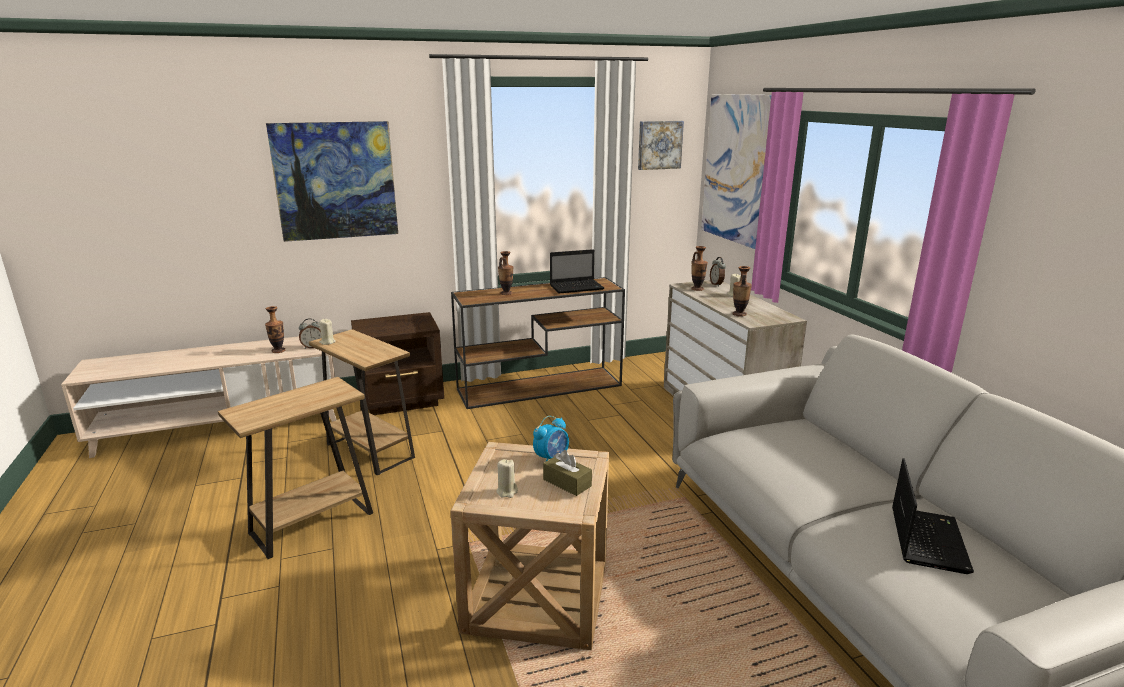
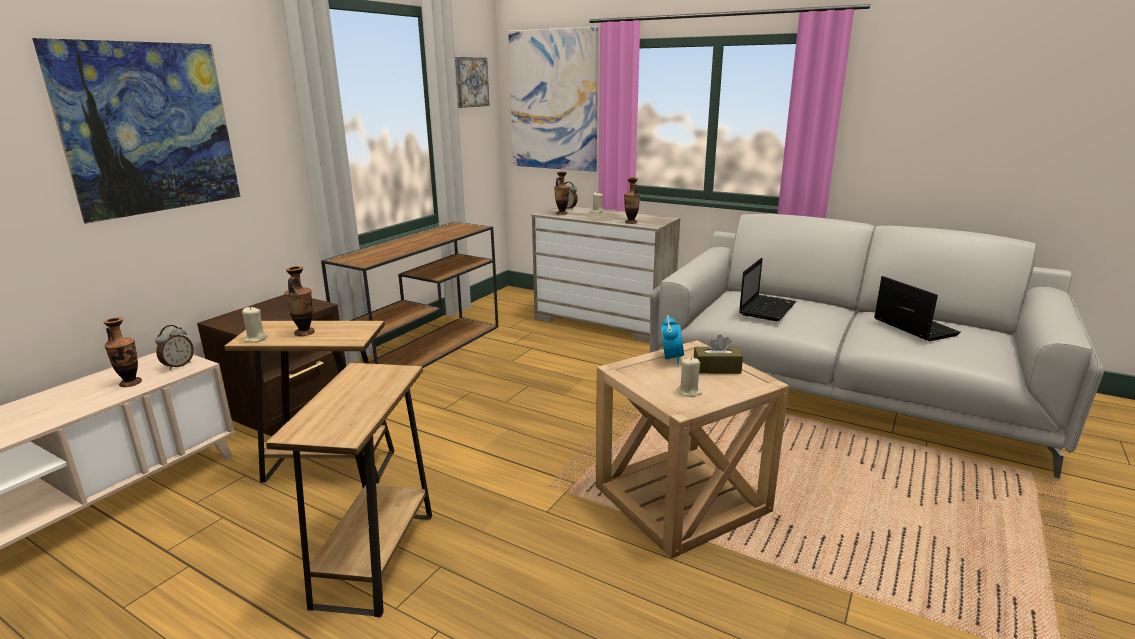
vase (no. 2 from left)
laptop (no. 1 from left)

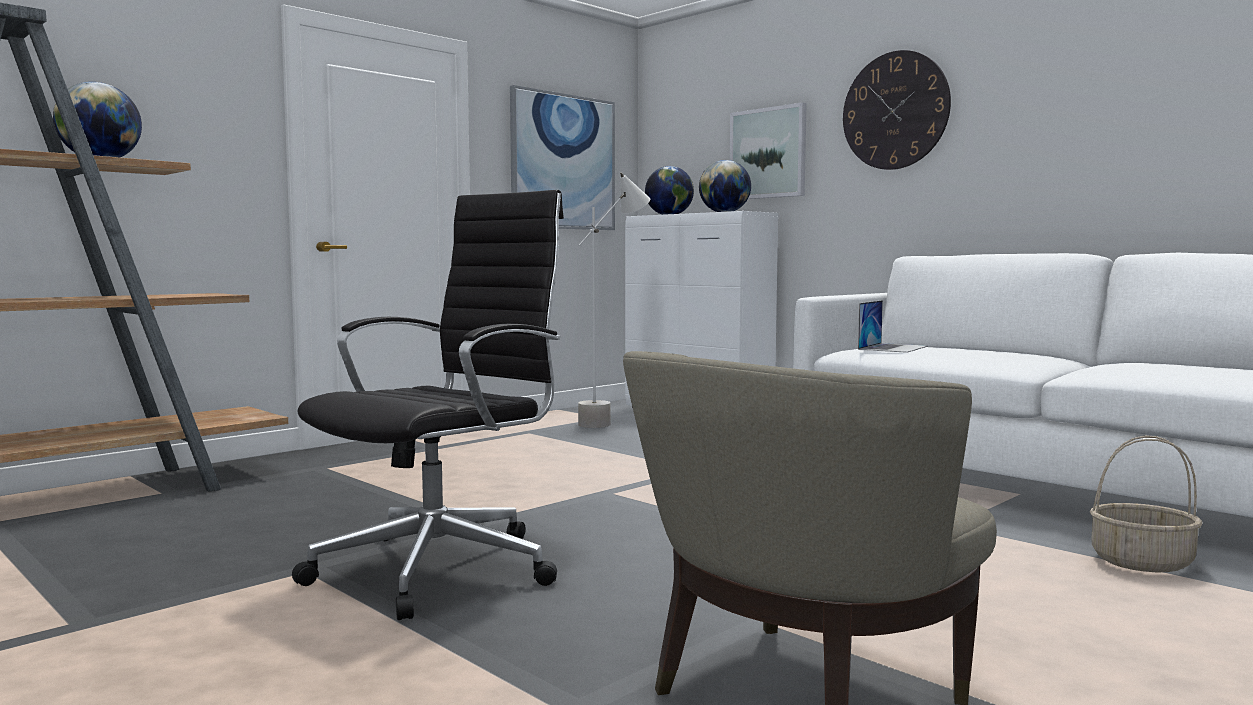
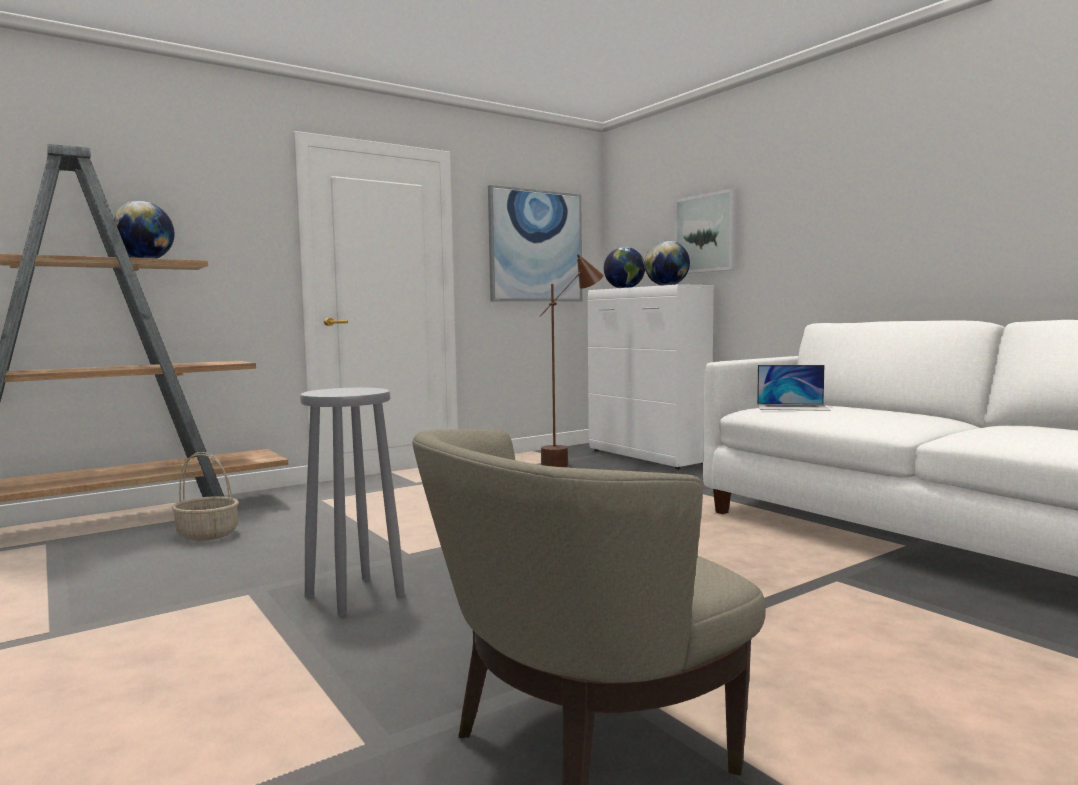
clock on the wall
household basket
stool (grey)
standard lamp (brown-coloured)
laptop

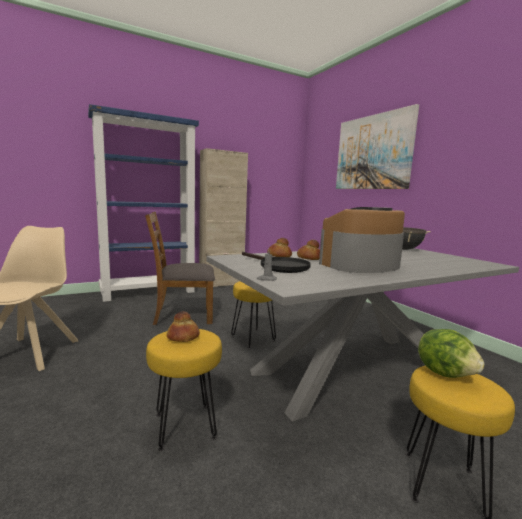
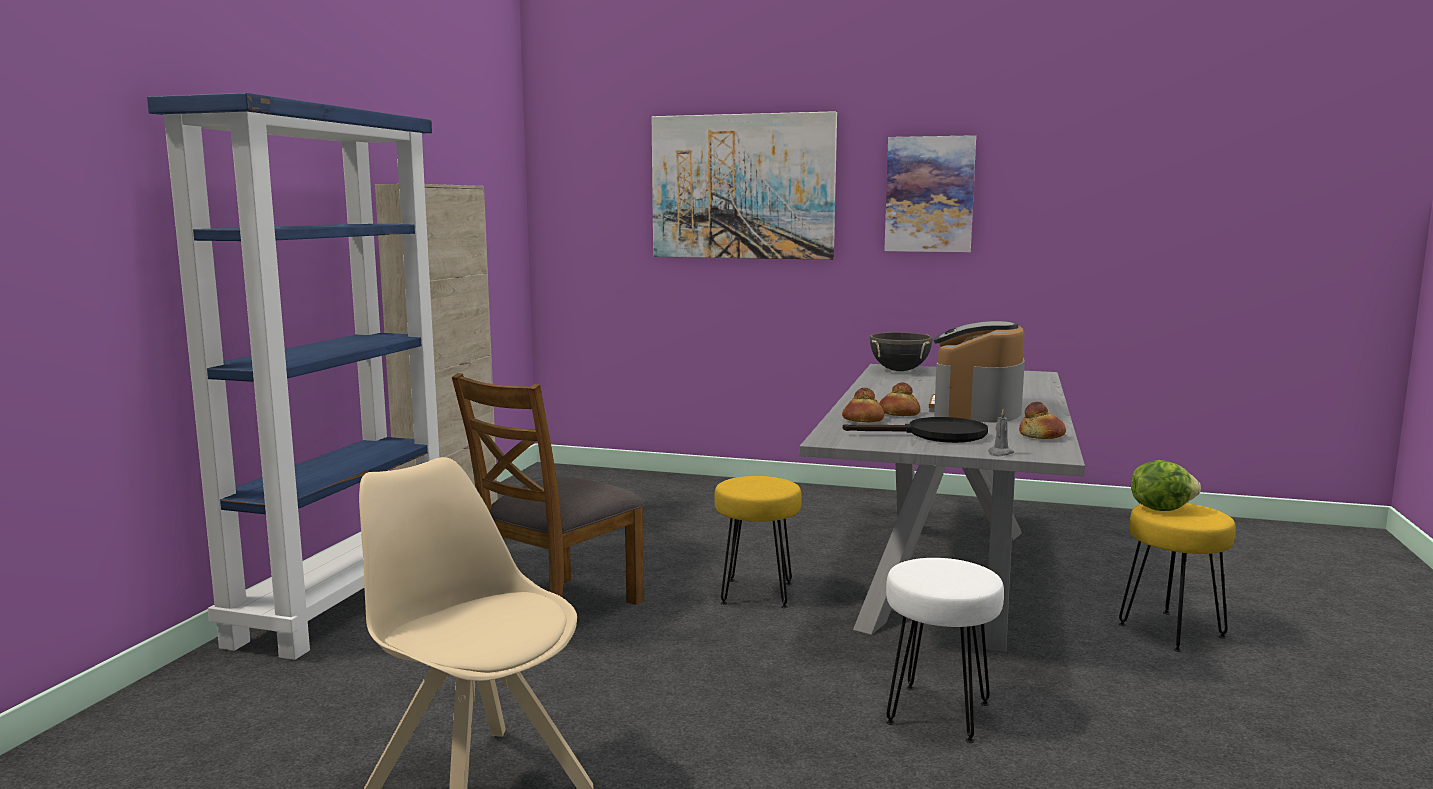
wall picture (no. 2 from left)
baked bread (no. 3 from left)
stool (whitish)

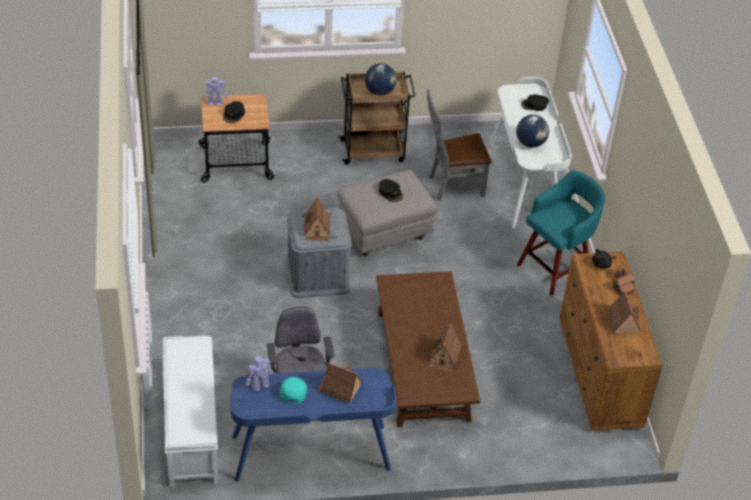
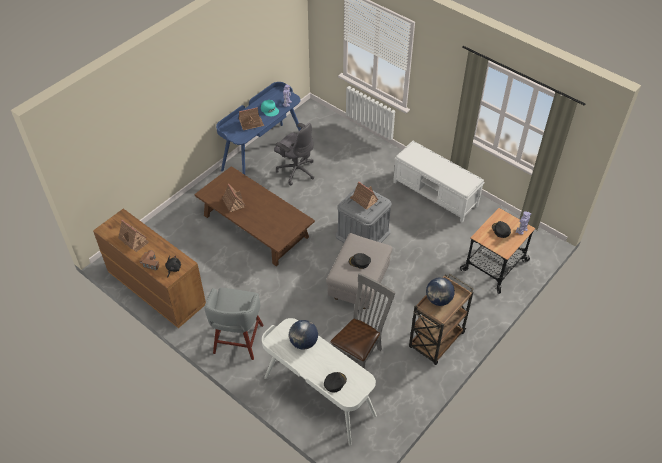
bench (whitish)
stool (grey)

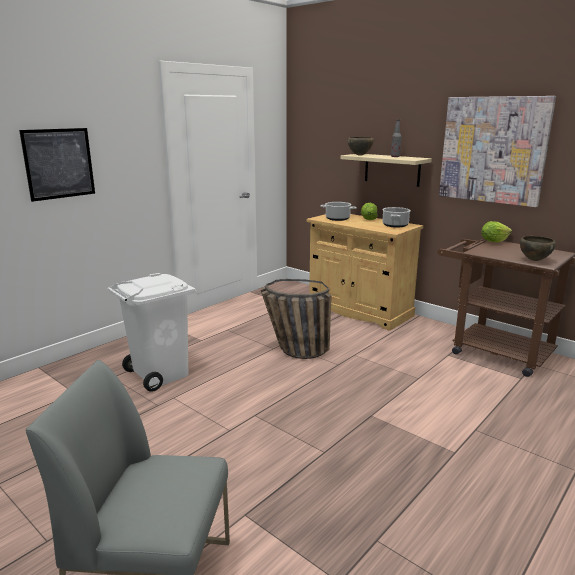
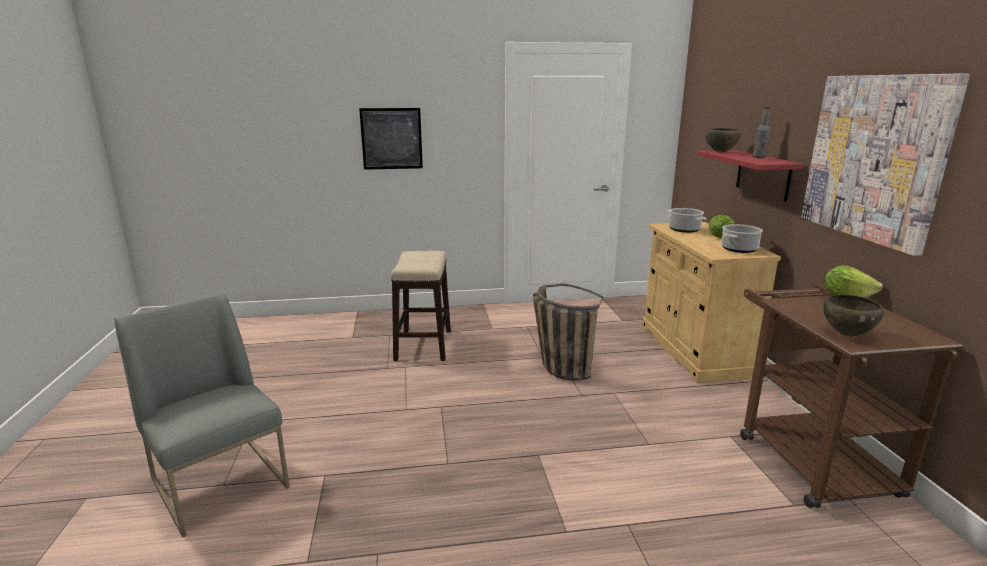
stool
bracket shelf (red)

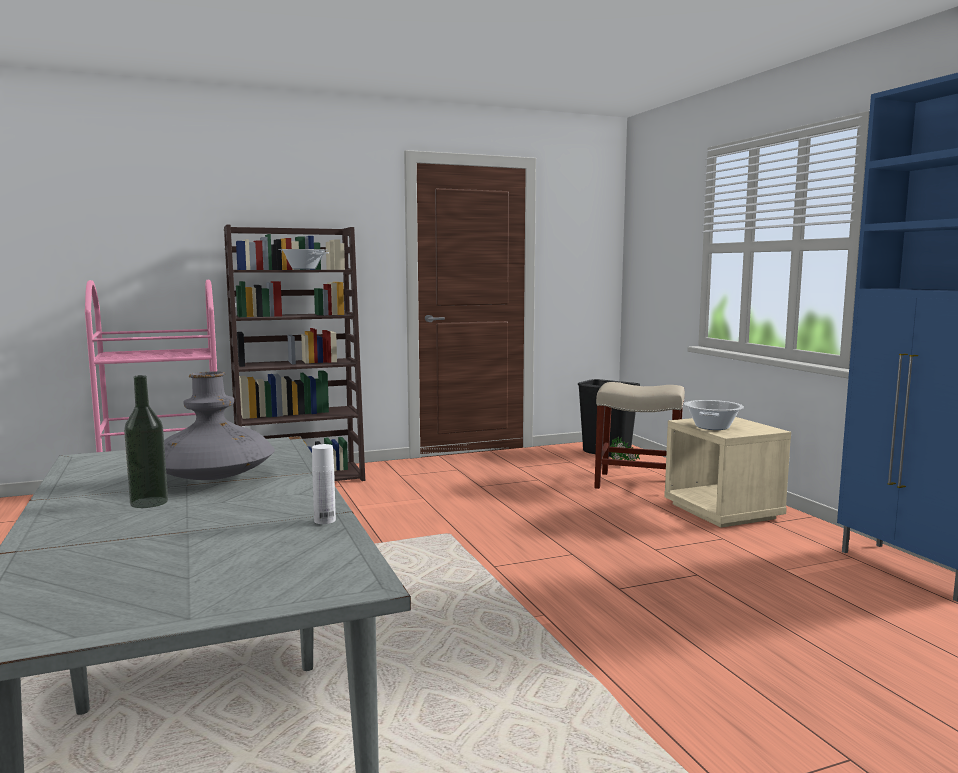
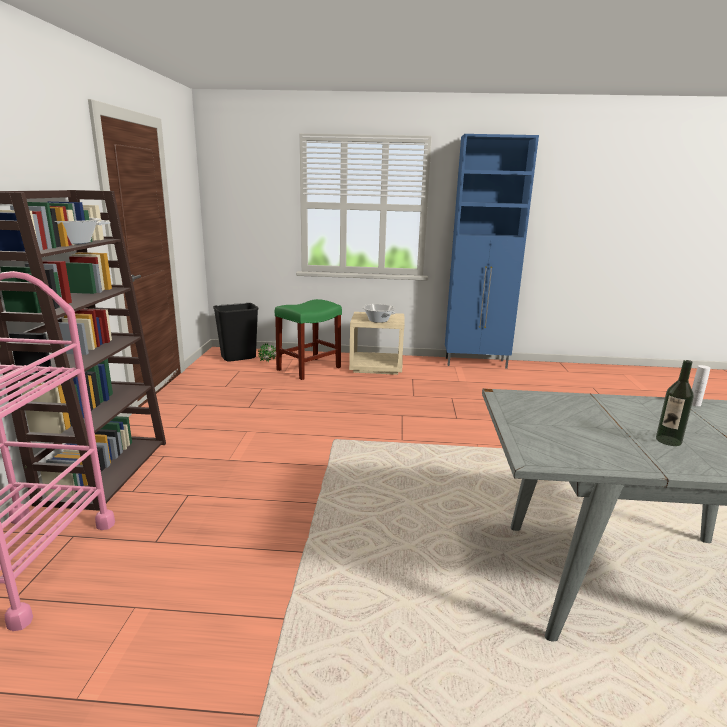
vase (grey)
stool (green-coloured)

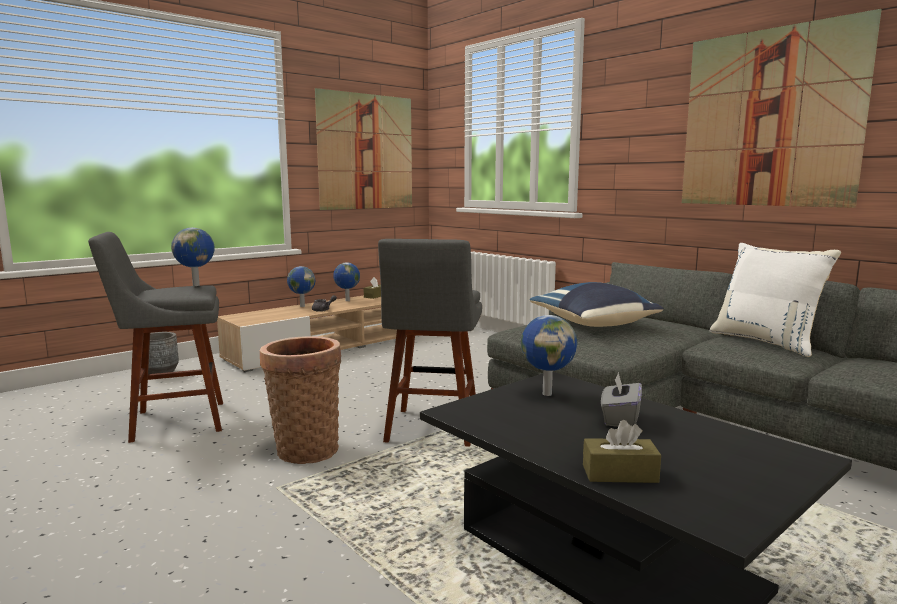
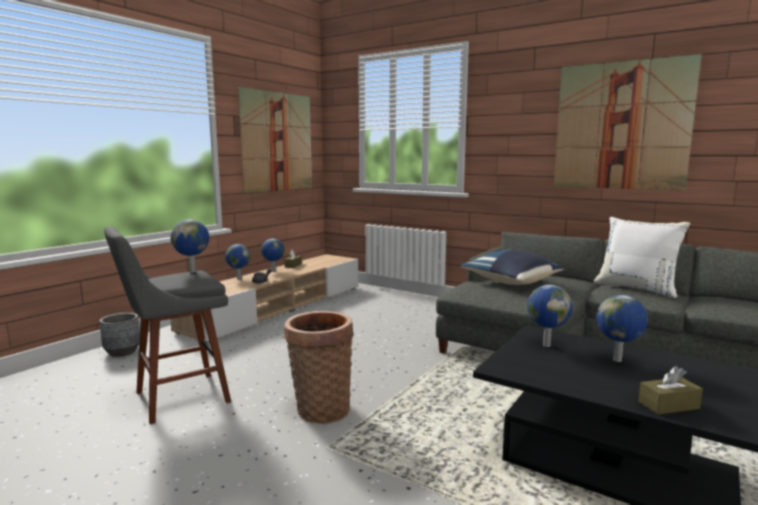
stool (grey) (no. 2 from left in the first image)
desk globe (no. 5 from left)

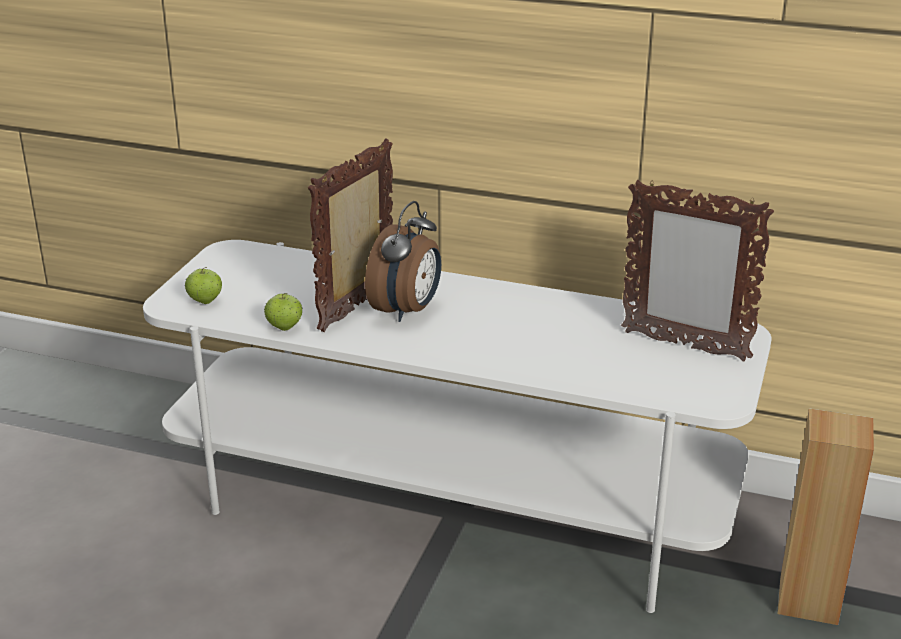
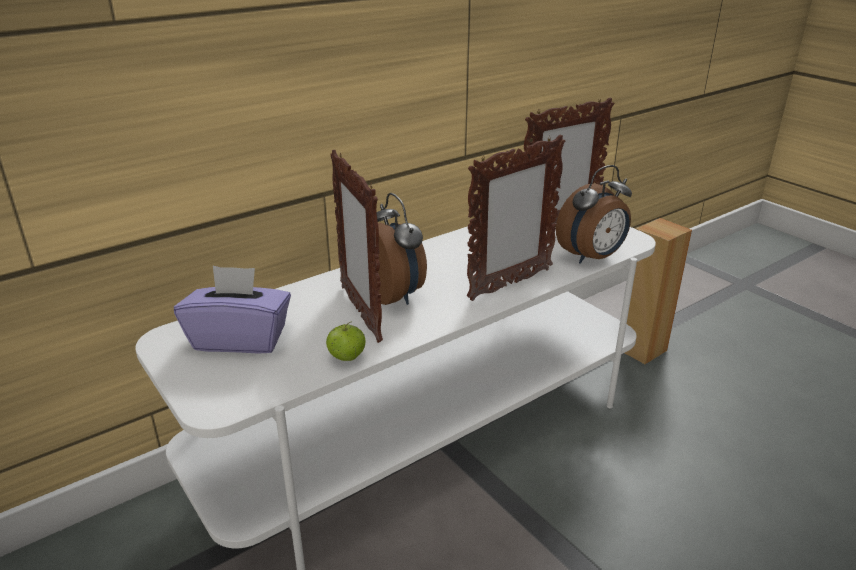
apple (no. 1 from left in the first image)
tissue box (purple-coloured)
photo frame (no. 2 from left)
bedside clock (no. 2 from left)

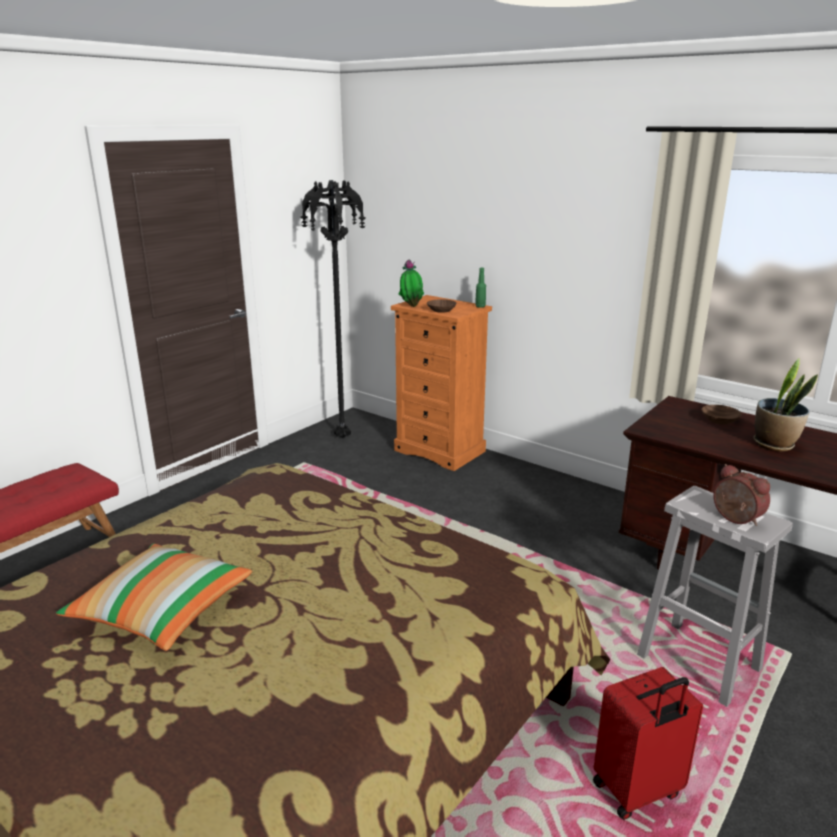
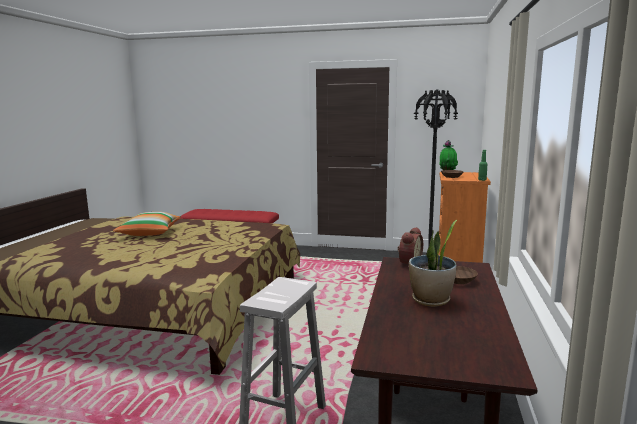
travel case (red)
bedside clock

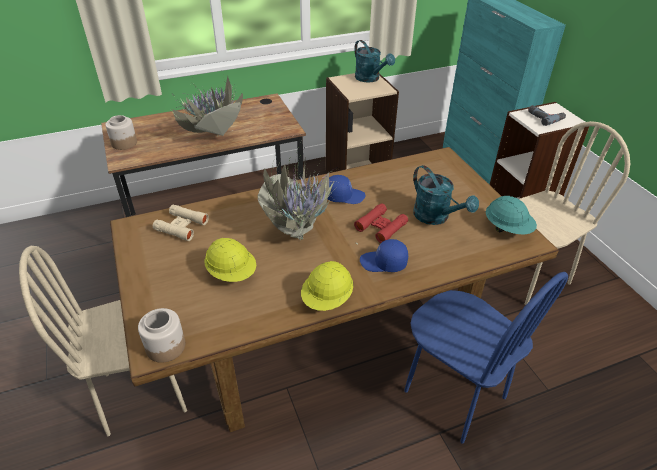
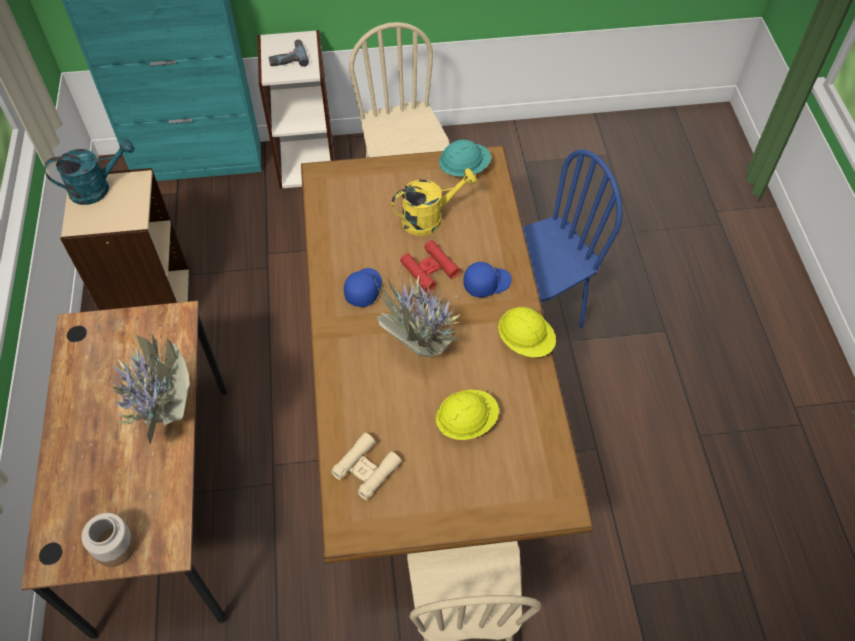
storage jar (no. 2 from left in the first image)
sprinkling can (yellowish)
baseball cap (blue-coloured) (no. 2 from left)

